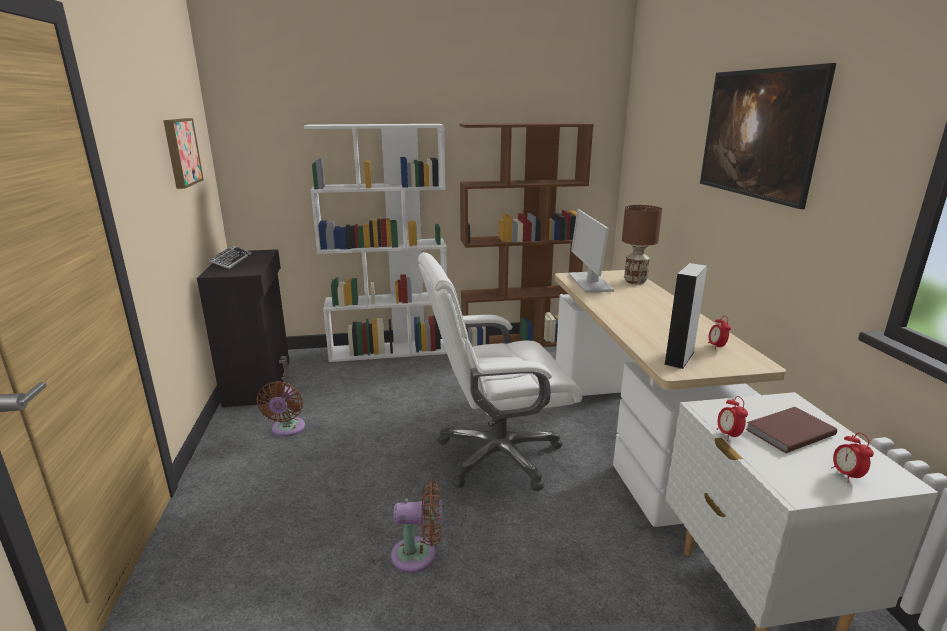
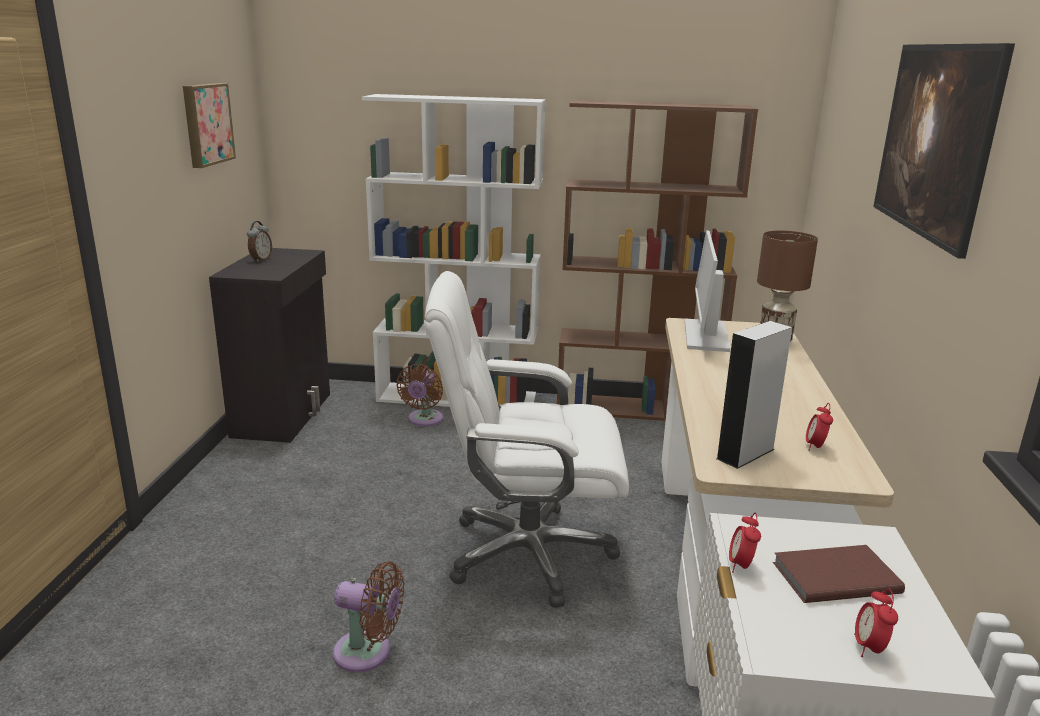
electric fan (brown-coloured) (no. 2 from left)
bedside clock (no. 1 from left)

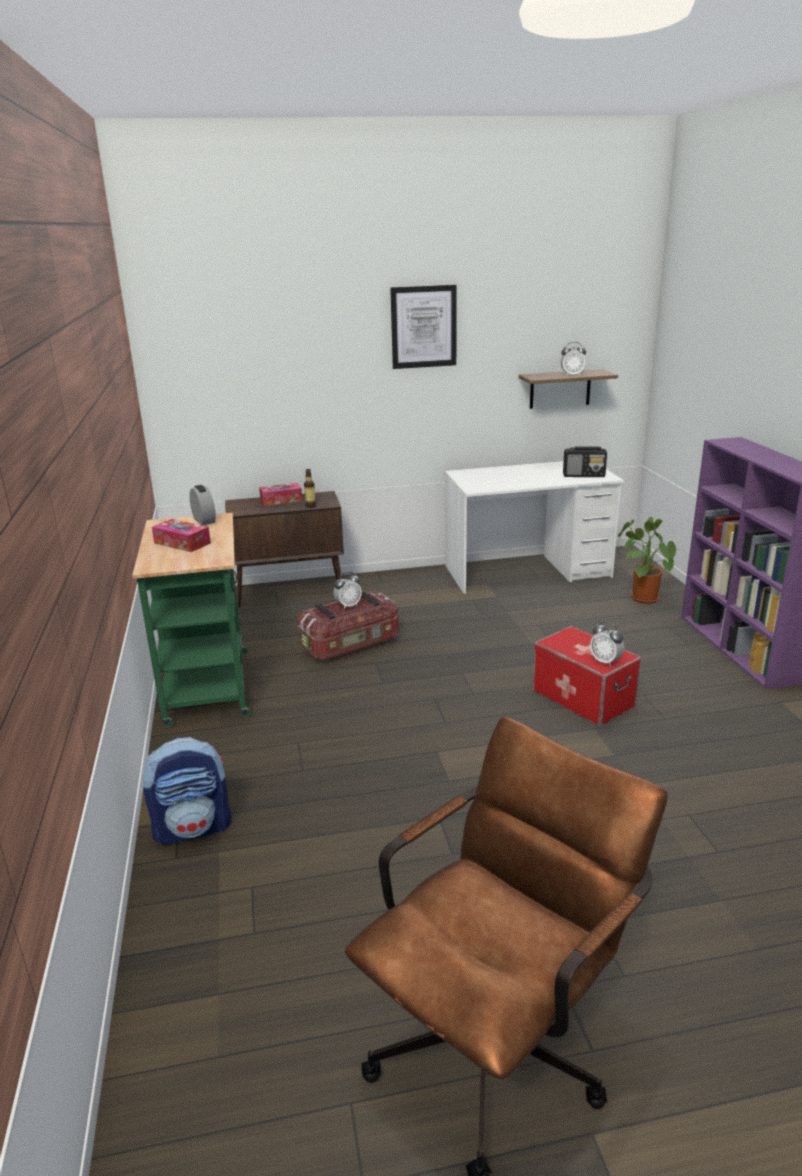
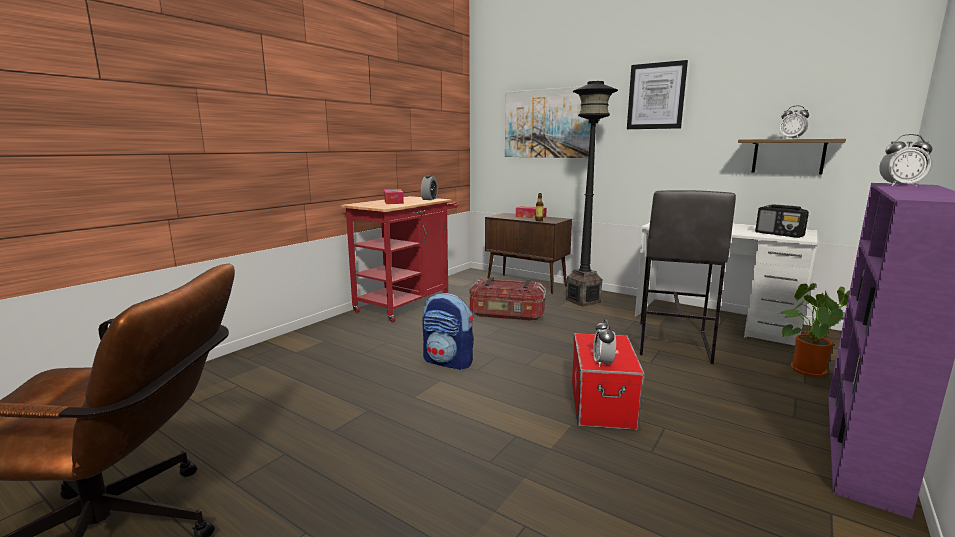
wall picture (no. 1 from left)
standard lamp (black-coloured)
stool (grey)
backpack
bedside clock (no. 4 from left)
wheeled cart (red)

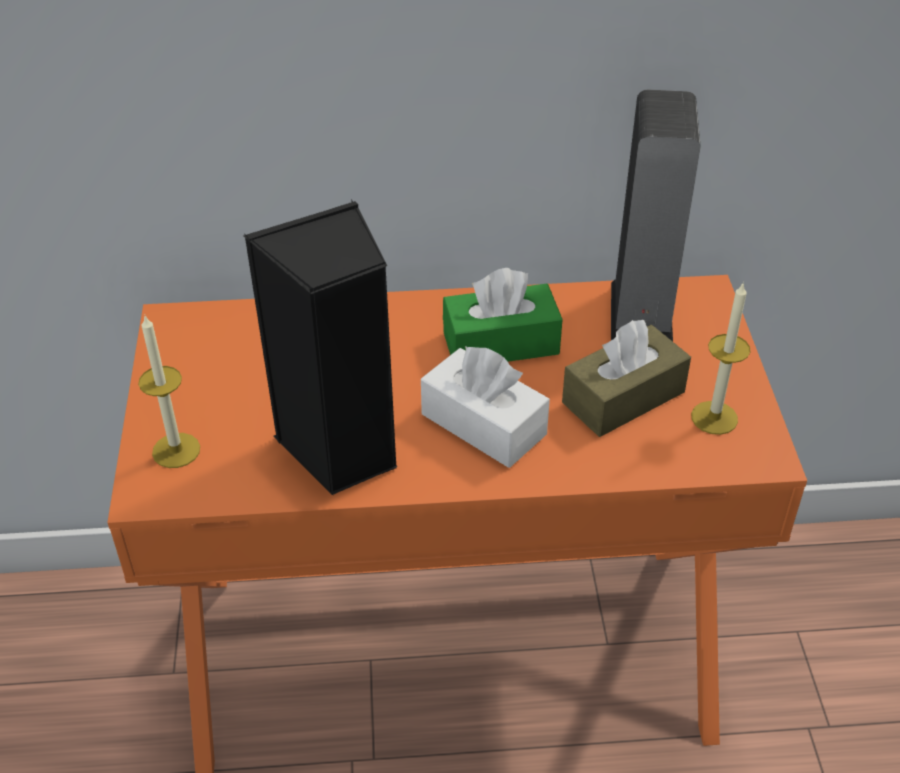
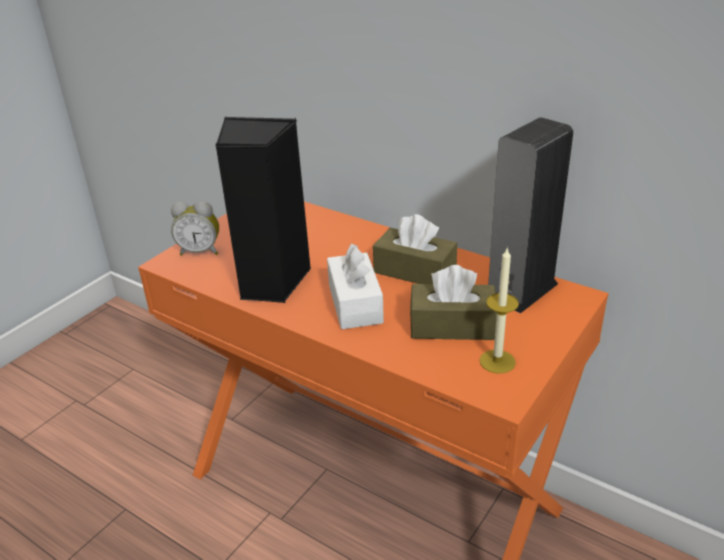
bedside clock
tissue box (brown-coloured) (no. 1 from left)

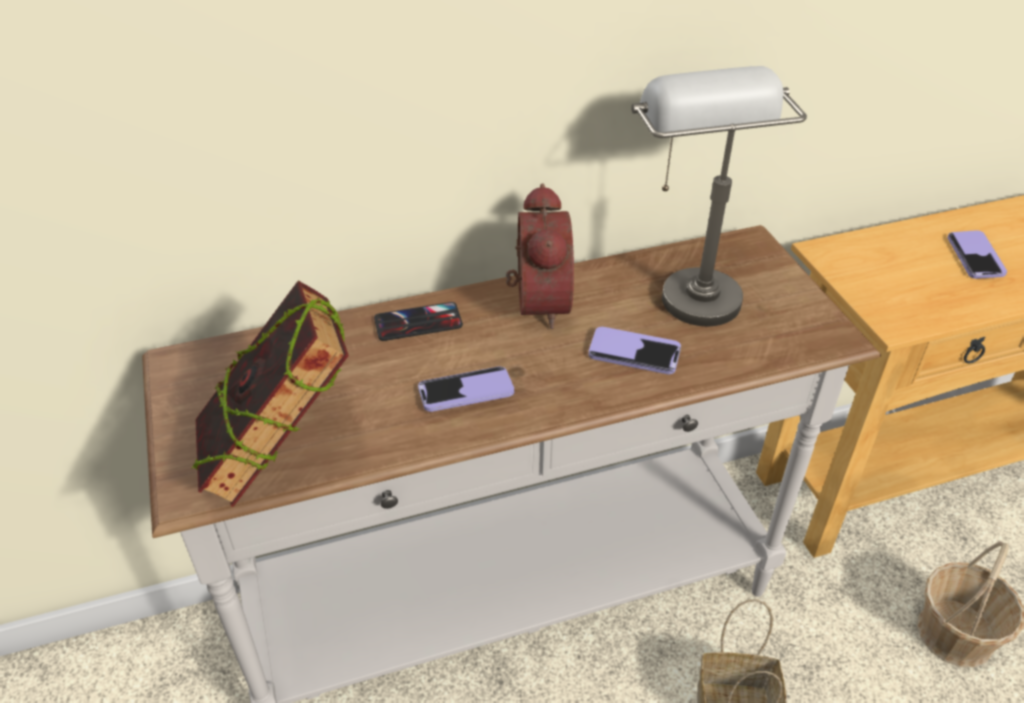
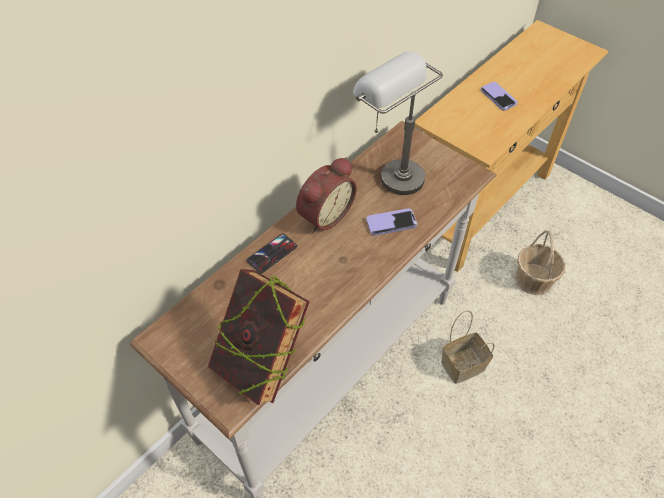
telephone (no. 2 from left in the first image)
bedside clock

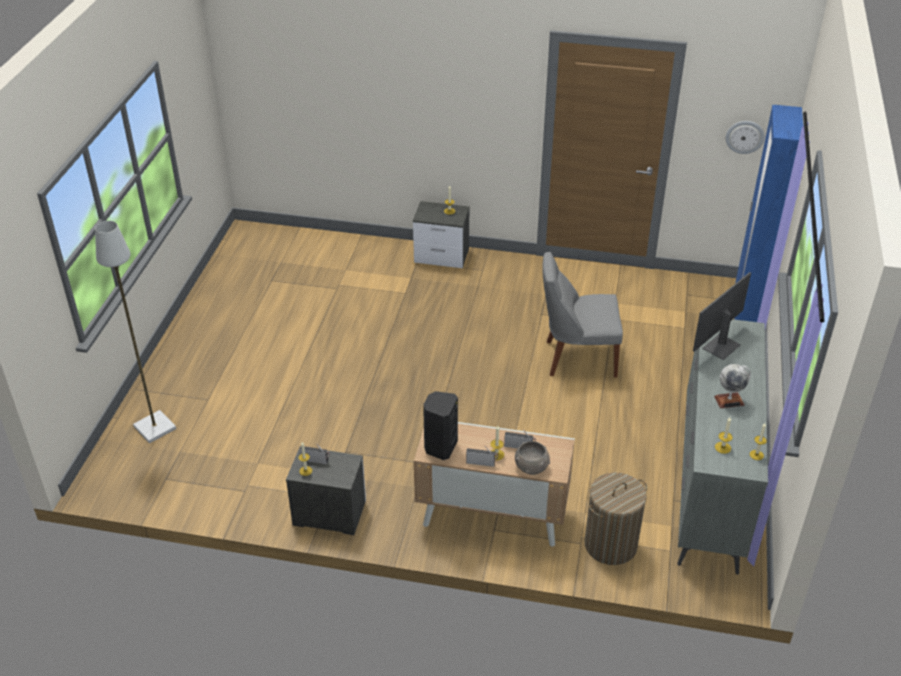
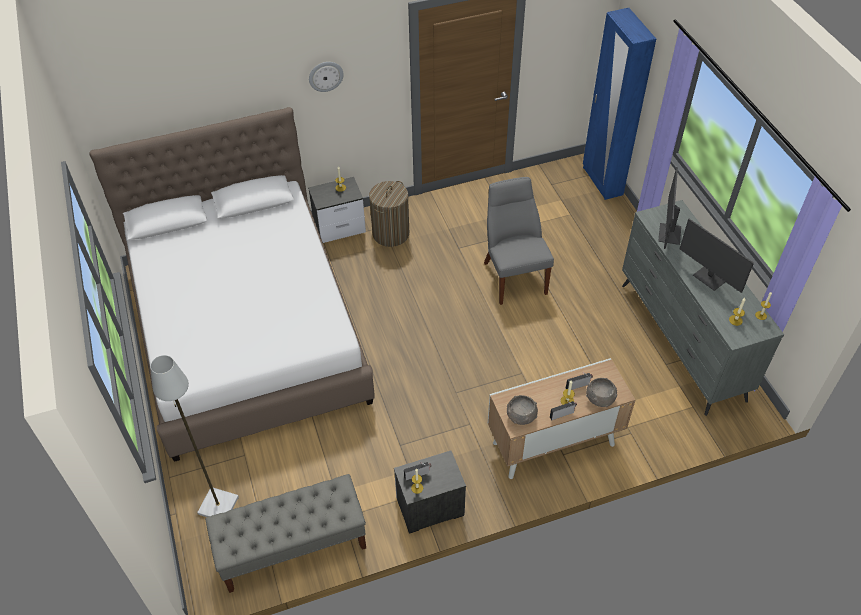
bedroom bed (whitish)
bench (grey)
laundry basket
clock on the wall
bowl (grey) (no. 1 from left)
computer screen (no. 2 from left)
chair (grey)

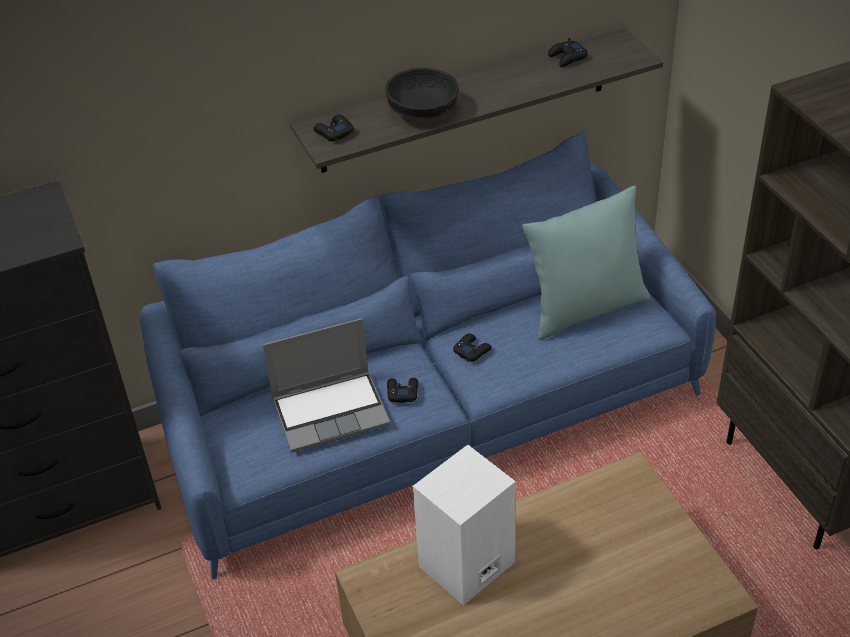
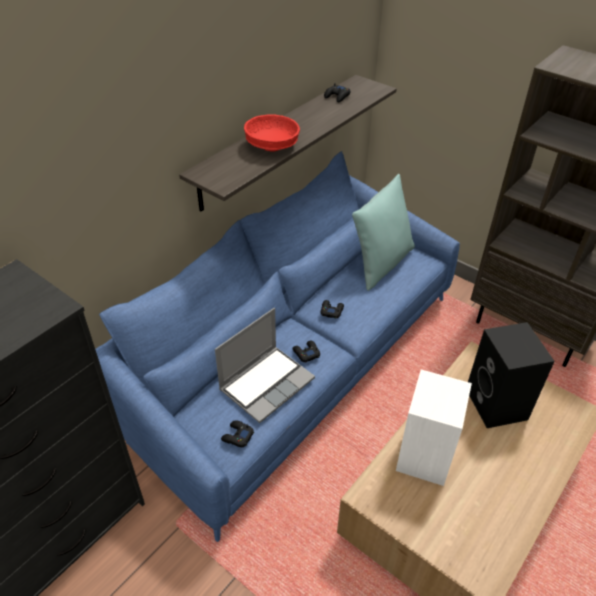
audio speaker (black-coloured)
joypad (black-coloured) (no. 1 from left)
bowl (red)

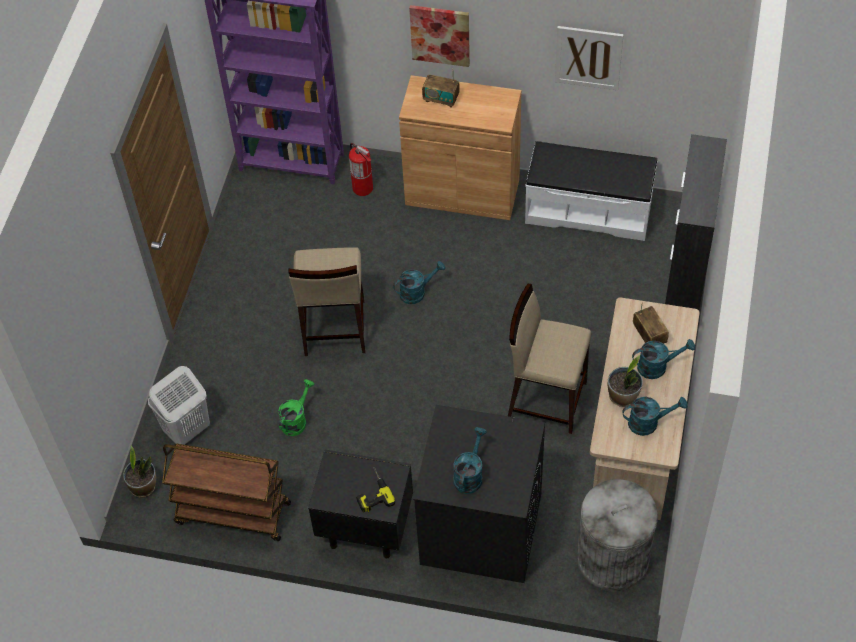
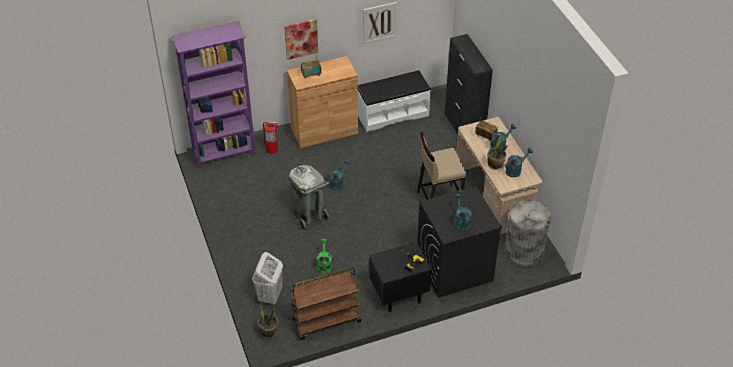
trash can (grey) (no. 1 from left)

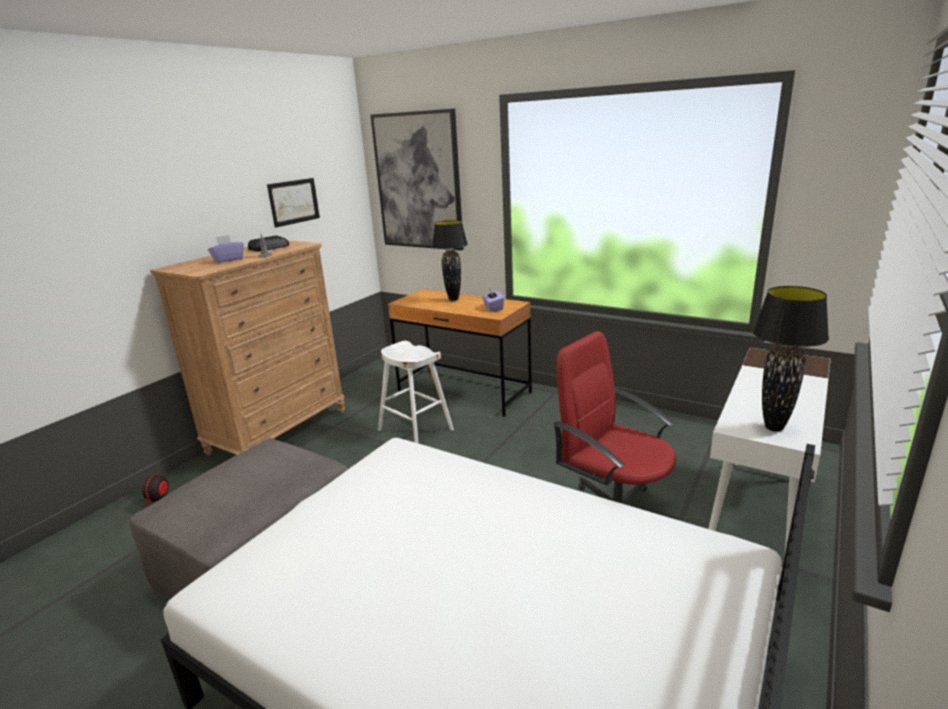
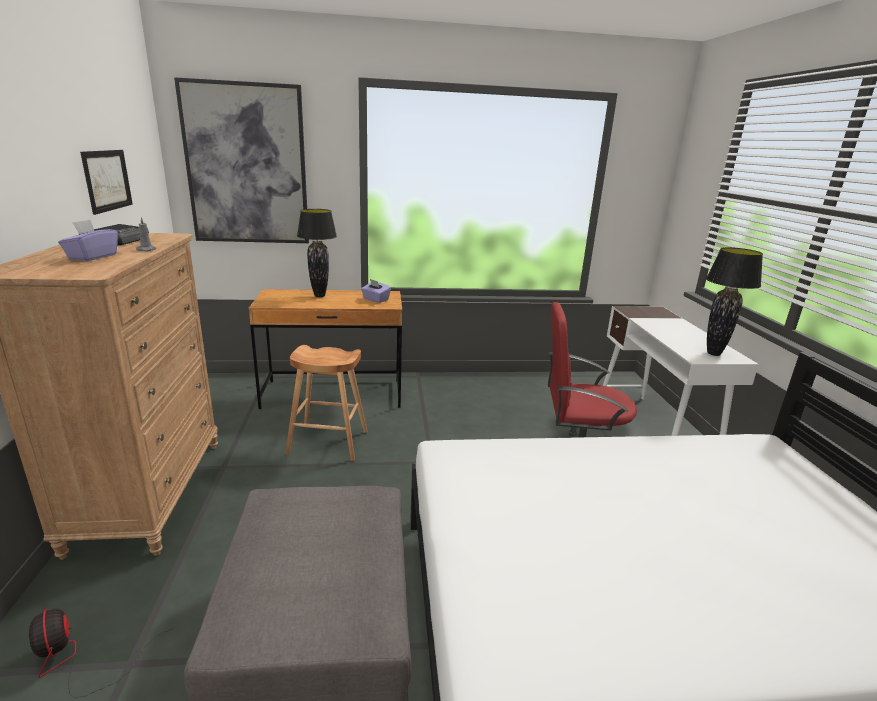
stool (brown-coloured)

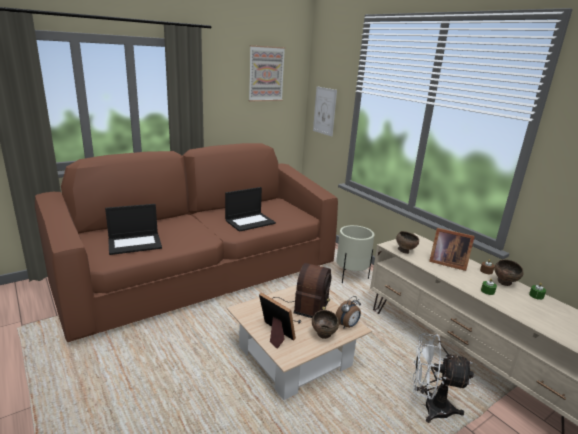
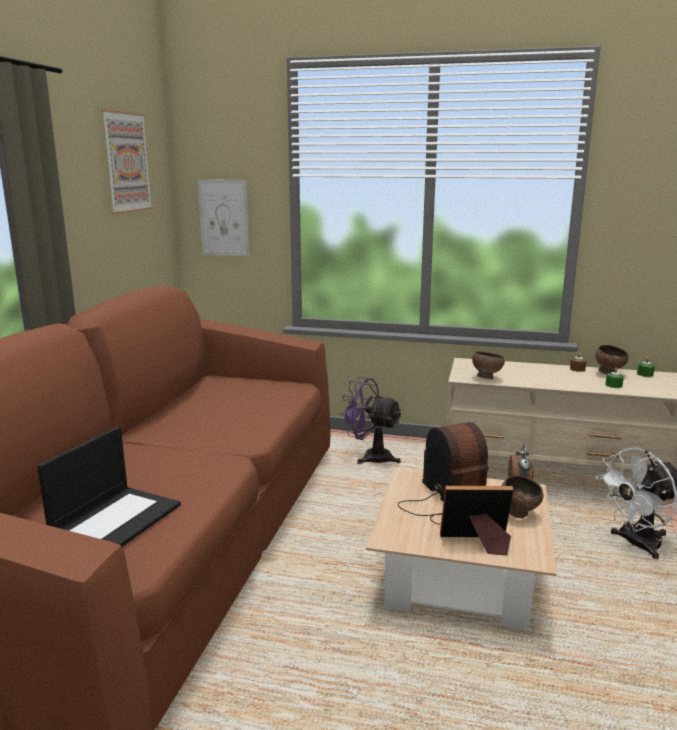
laptop (no. 2 from left in the first image)
photo frame (no. 2 from left in the first image)
electric fan (purple-coloured)

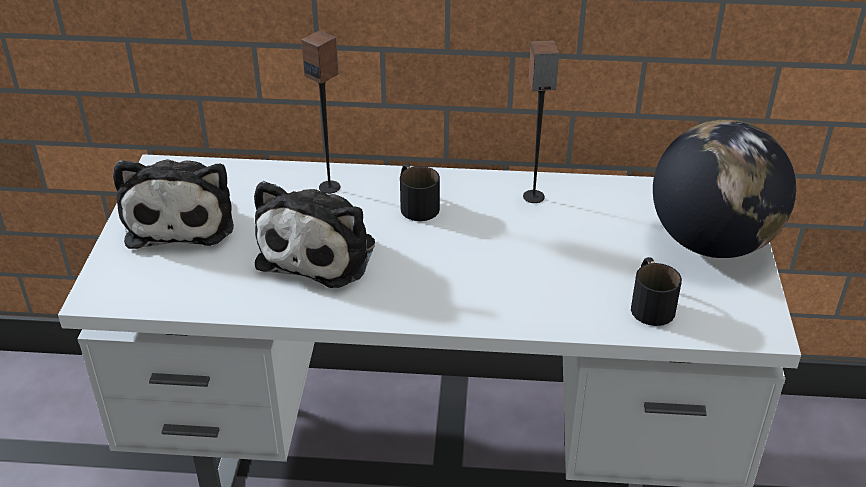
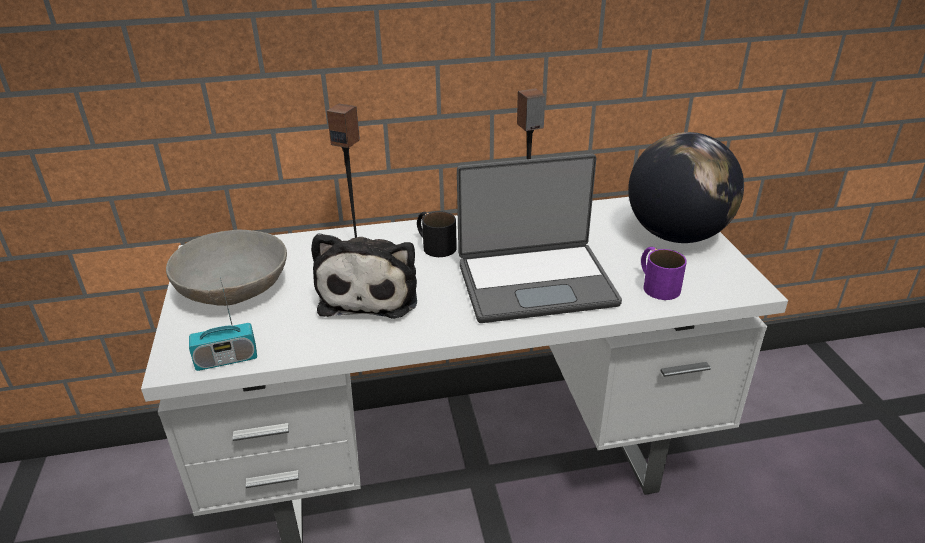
radio set
laptop
bowl (grey)
tea mug (purple-coloured)

